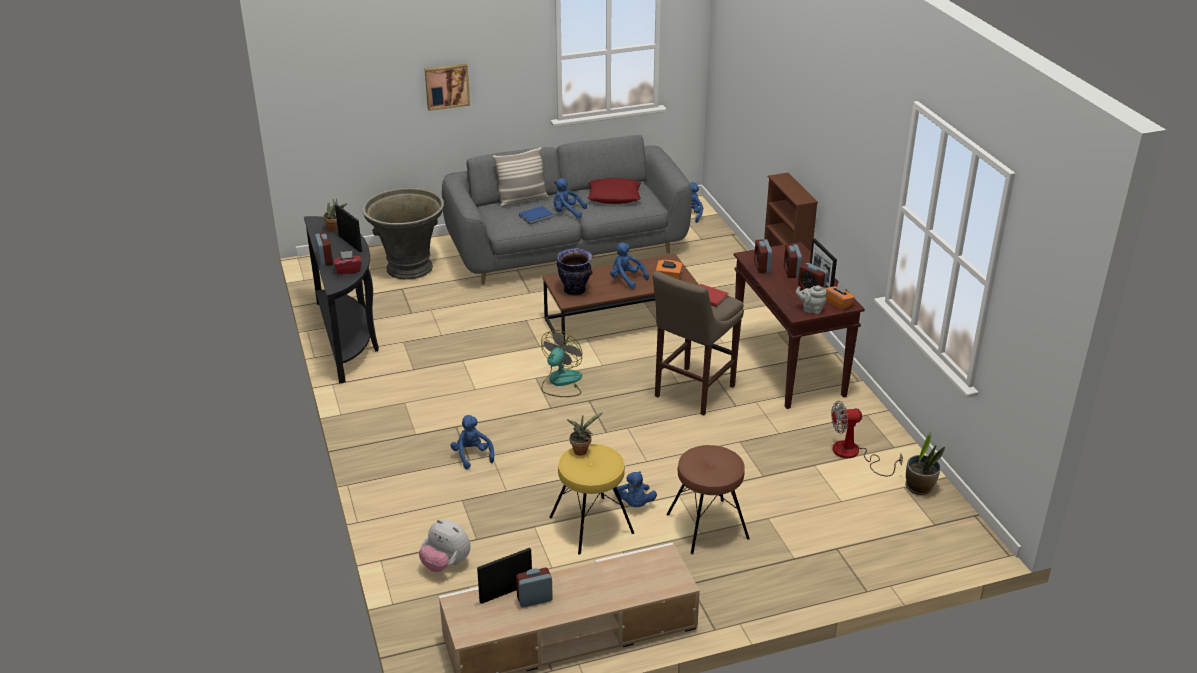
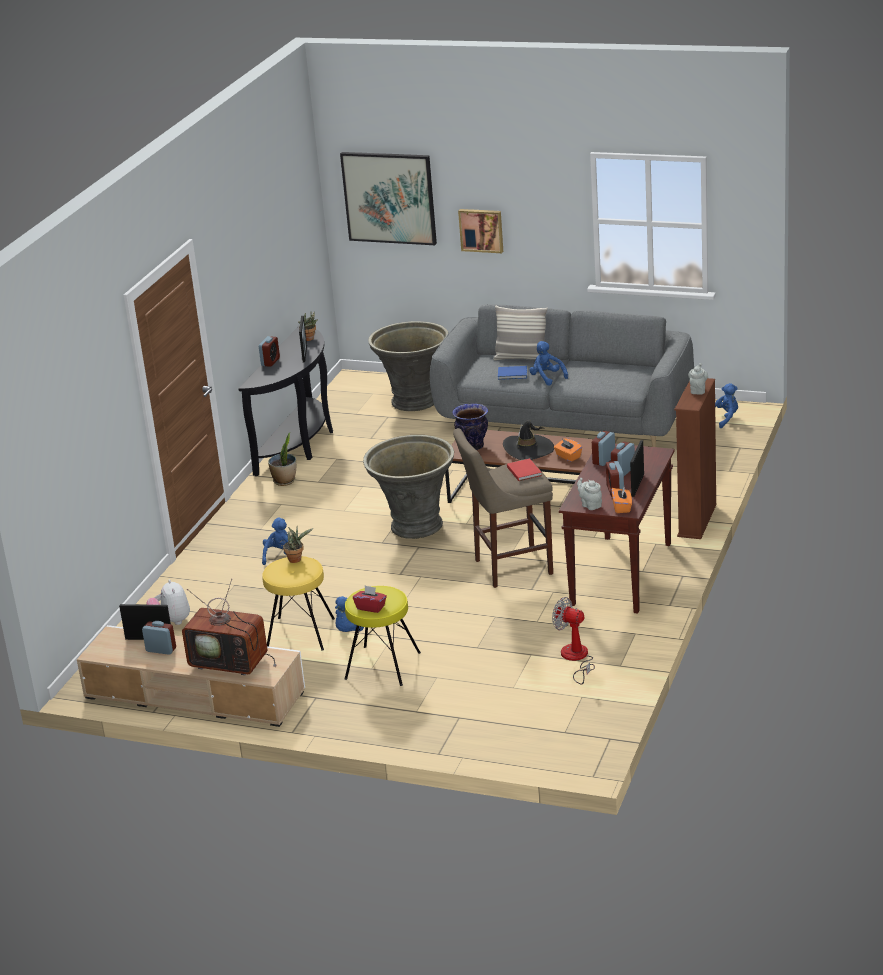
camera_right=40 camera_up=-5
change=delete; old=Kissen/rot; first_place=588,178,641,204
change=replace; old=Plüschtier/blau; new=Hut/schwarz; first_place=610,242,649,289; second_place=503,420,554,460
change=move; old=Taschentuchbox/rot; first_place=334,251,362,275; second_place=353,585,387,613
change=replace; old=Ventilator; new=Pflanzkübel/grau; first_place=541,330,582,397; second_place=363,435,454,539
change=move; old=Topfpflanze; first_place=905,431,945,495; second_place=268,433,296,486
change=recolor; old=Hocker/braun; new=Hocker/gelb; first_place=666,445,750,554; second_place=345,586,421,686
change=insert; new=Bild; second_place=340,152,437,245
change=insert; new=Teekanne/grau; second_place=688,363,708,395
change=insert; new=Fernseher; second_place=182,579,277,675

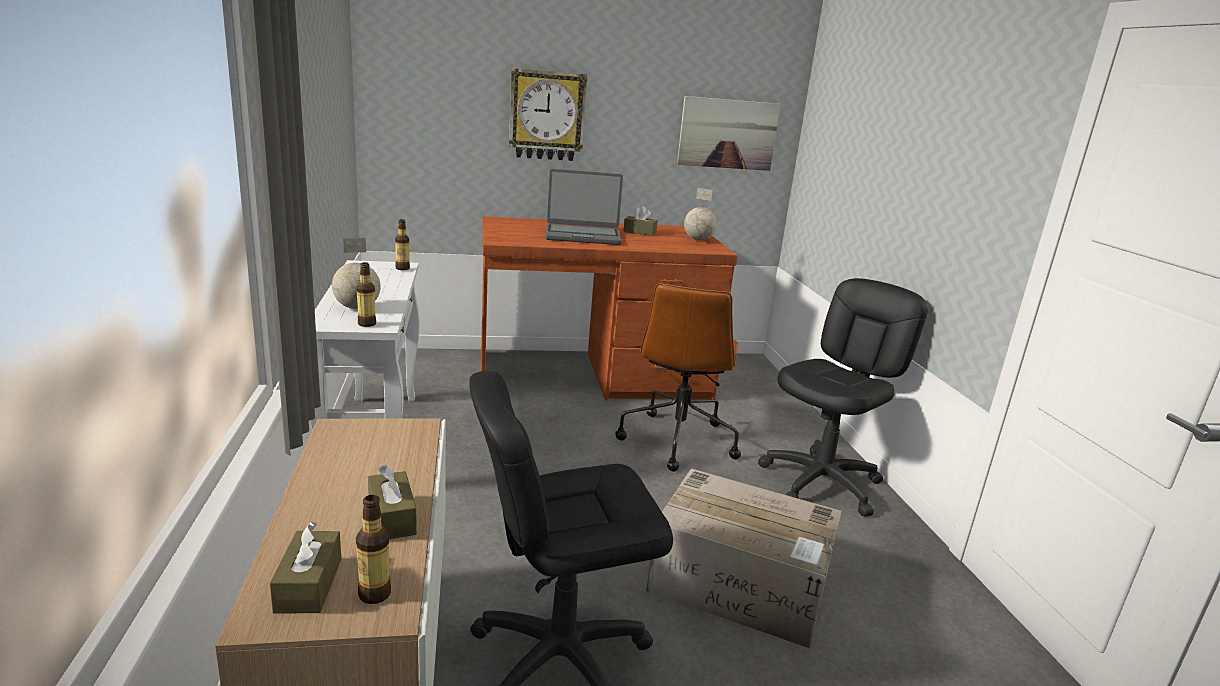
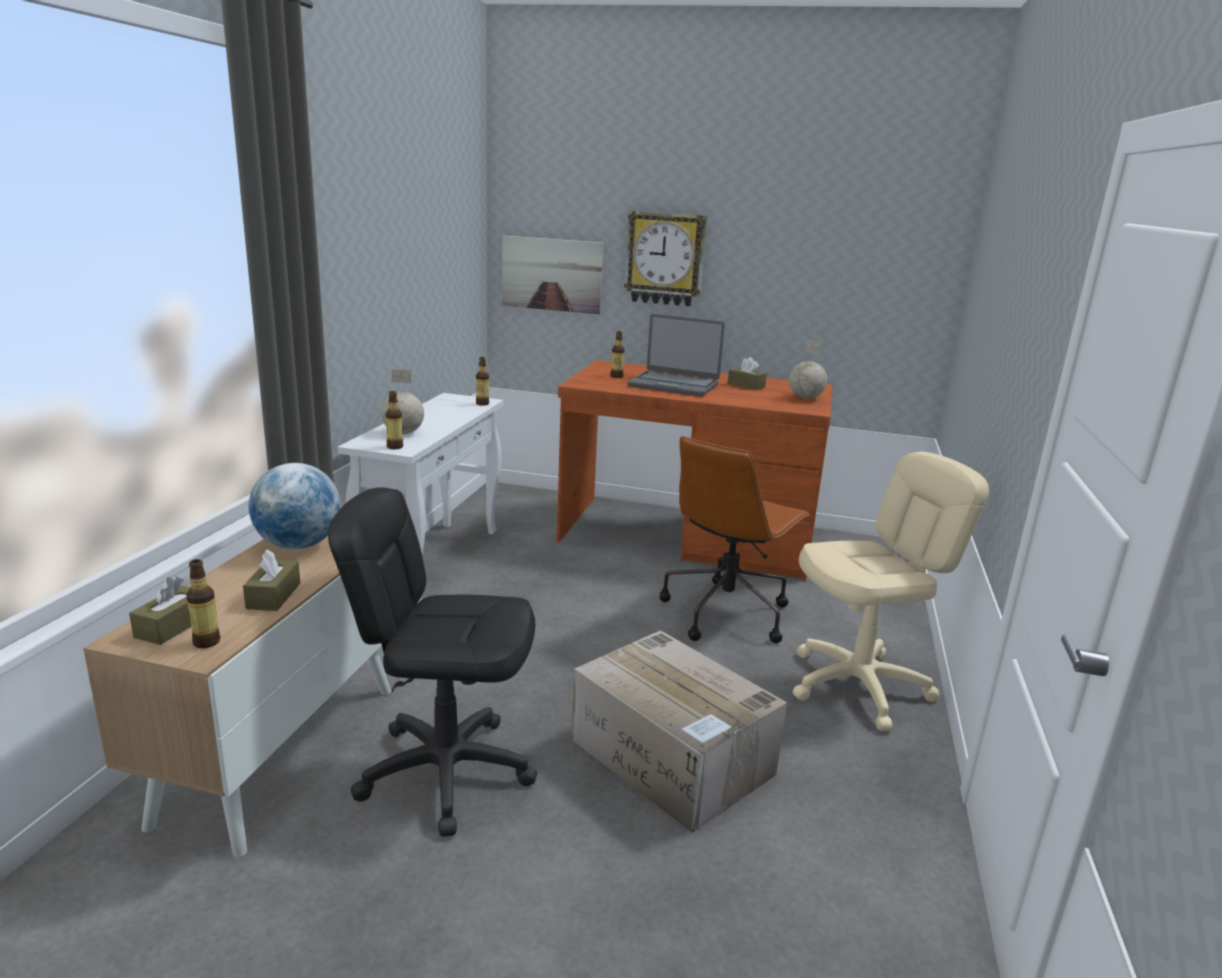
camera_right=25 camera_up=0
change=move; old=Bild; first_place=677,96,780,171; second_place=502,235,603,314
change=recolor; old=Bürostuhl/schwarz; new=Bürostuhl/beige; first_place=758,278,928,517; second_place=793,452,989,731
change=insert; new=Flasche; second_place=611,331,624,378
change=insert; new=Globus; second_place=249,463,340,549

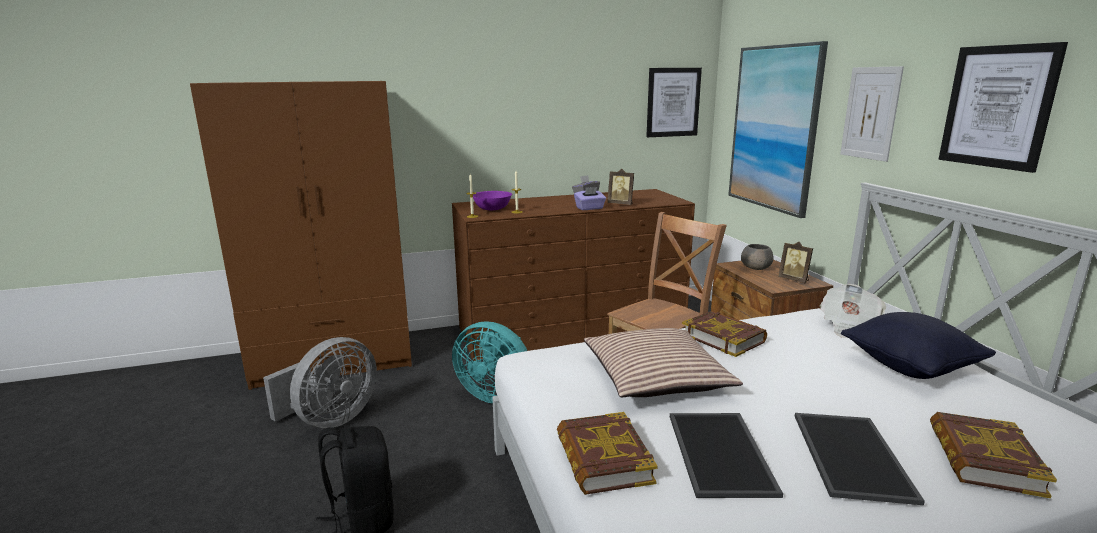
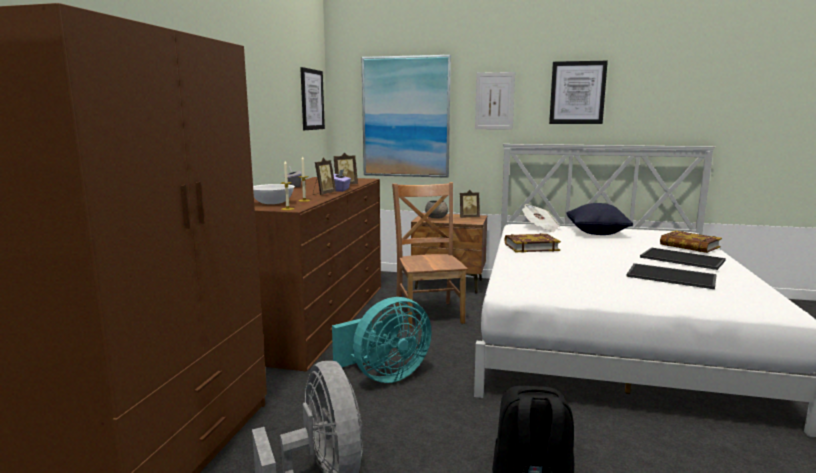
camera_right=-60 camera_up=-5
change=recolor; old=Schüssel/lila; new=Schüssel/weiß; first_place=473,191,512,210; second_place=253,184,295,204
change=delete; old=Kissen; first_place=584,328,743,397
change=delete; old=Buch; first_place=557,412,658,495
change=insert; new=Bilderrahmen; second_place=313,158,336,195

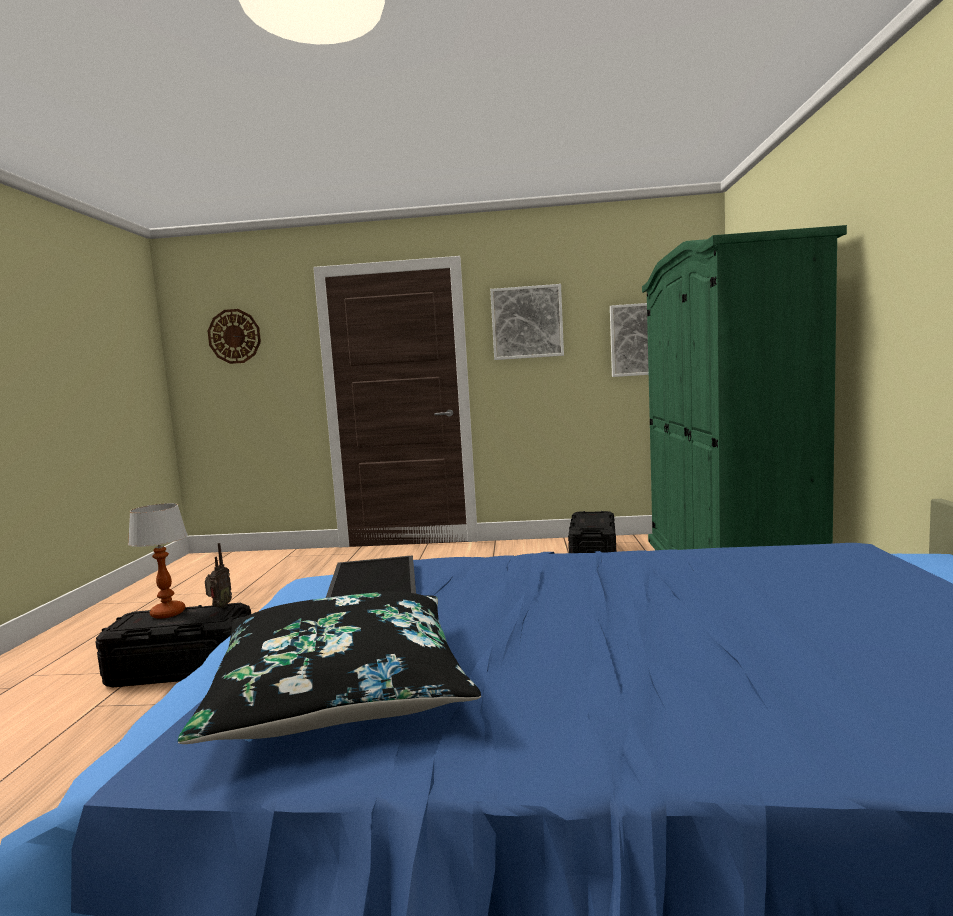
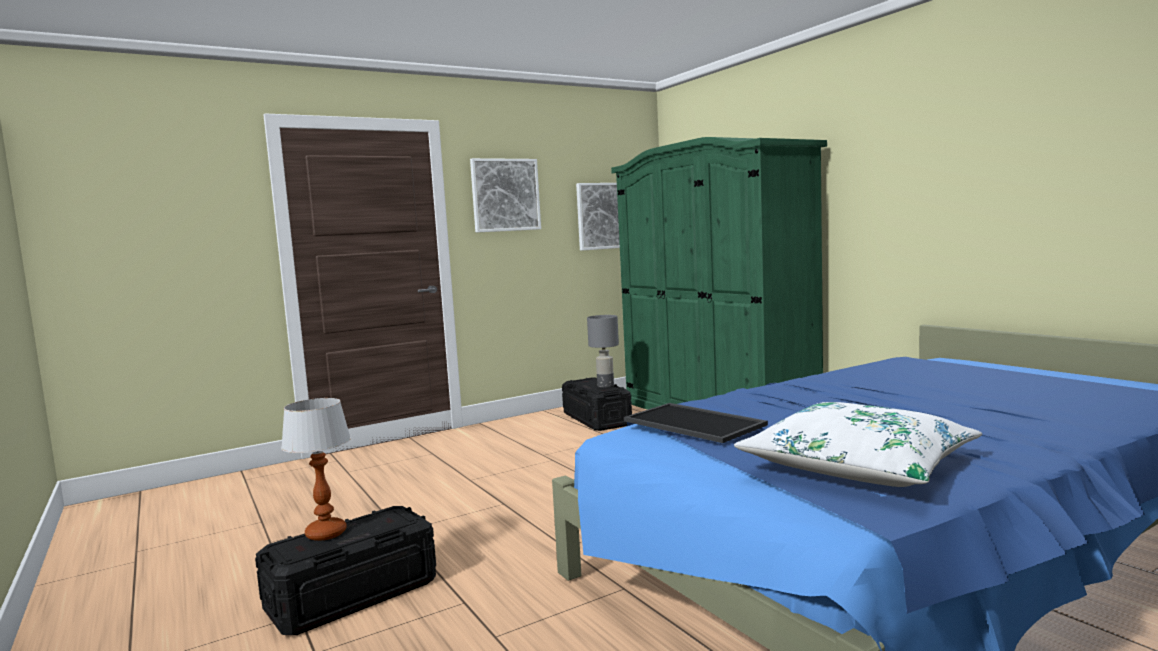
camera_right=-35 camera_up=0
change=delete; old=Wanduhr; first_place=208,309,261,364
change=delete; old=Radio; first_place=205,543,232,608
change=recolor; old=Kissen/schwarz; new=Kissen/weiß; first_place=178,592,481,744; second_place=734,402,982,487
change=insert; new=Tischlampe/grau; second_place=587,315,619,388

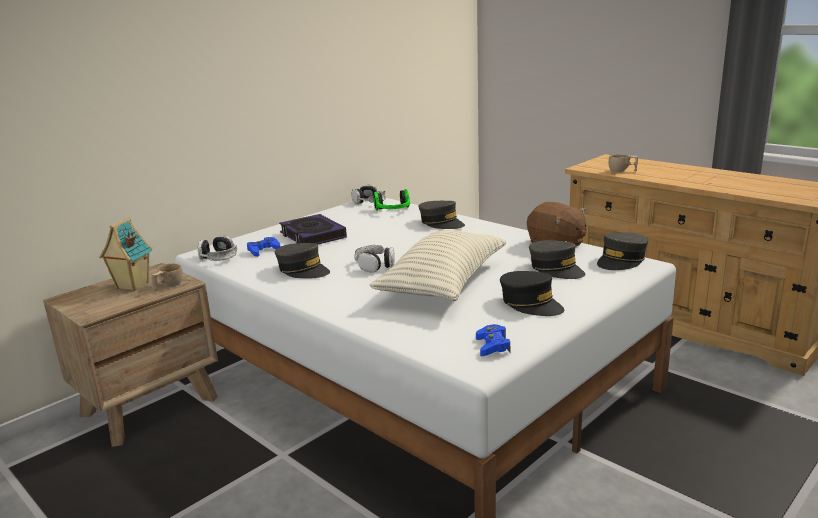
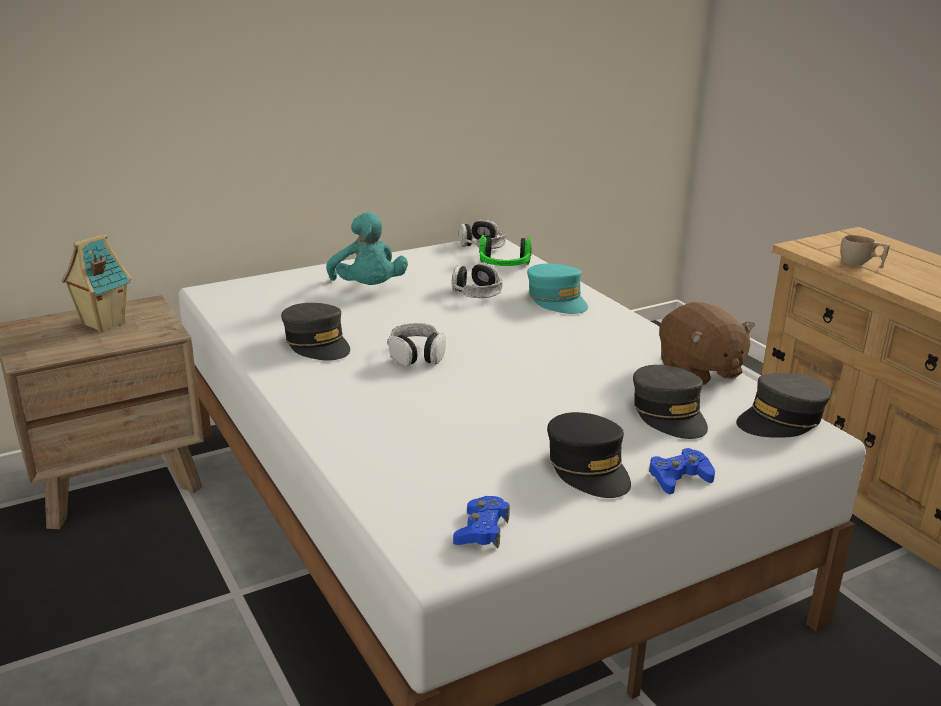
camera_right=15 camera_up=5
change=recolor; old=Kappe/grau; new=Kappe/türkis; first_place=419,201,465,229; second_place=527,264,588,314
change=replace; old=Buch; new=Plüschtier/türkis; first_place=279,214,347,244; second_place=326,212,408,285
change=delete; old=Kissen; first_place=370,230,506,301
change=move; old=Kopfhörer; first_place=198,235,237,261; second_place=452,263,503,298
change=move; old=Gamepad/blau; first_place=247,237,281,257; second_place=649,448,715,494
change=delete; old=Tasse/beige; first_place=151,263,183,291

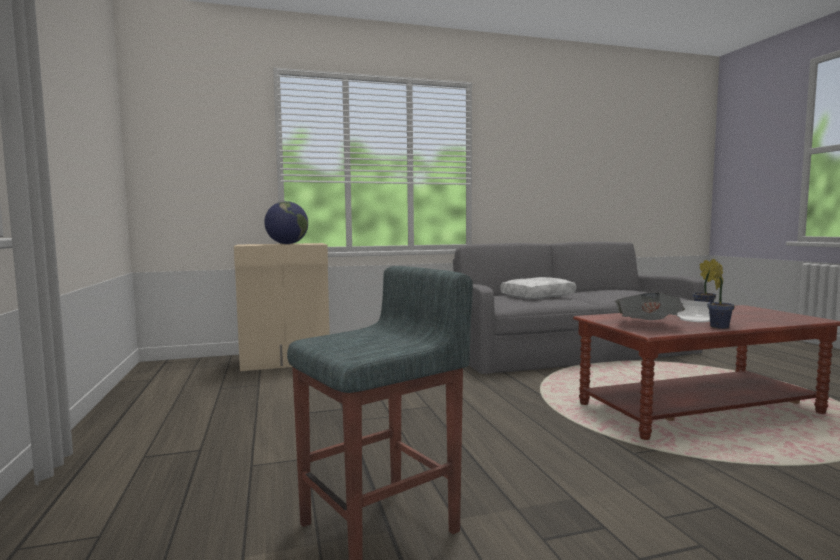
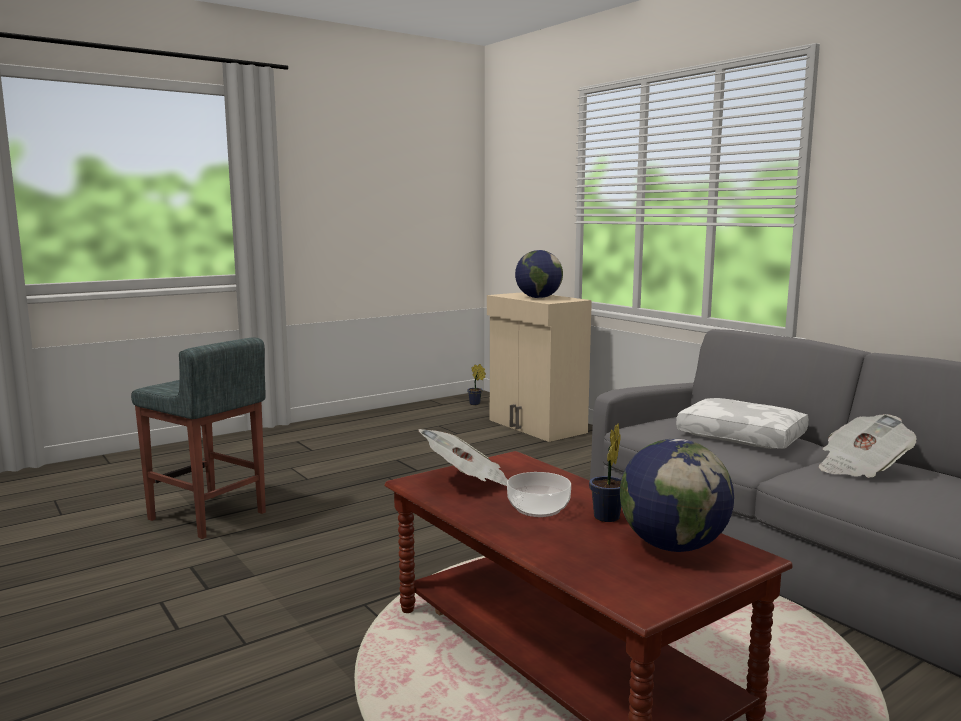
camera_right=70 camera_up=5
change=move; old=Topfpflanze; first_place=707,263,735,329; second_place=467,364,486,405
change=insert; new=Zeitung; second_place=818,414,917,478
change=insert; new=Globus; second_place=620,439,734,552

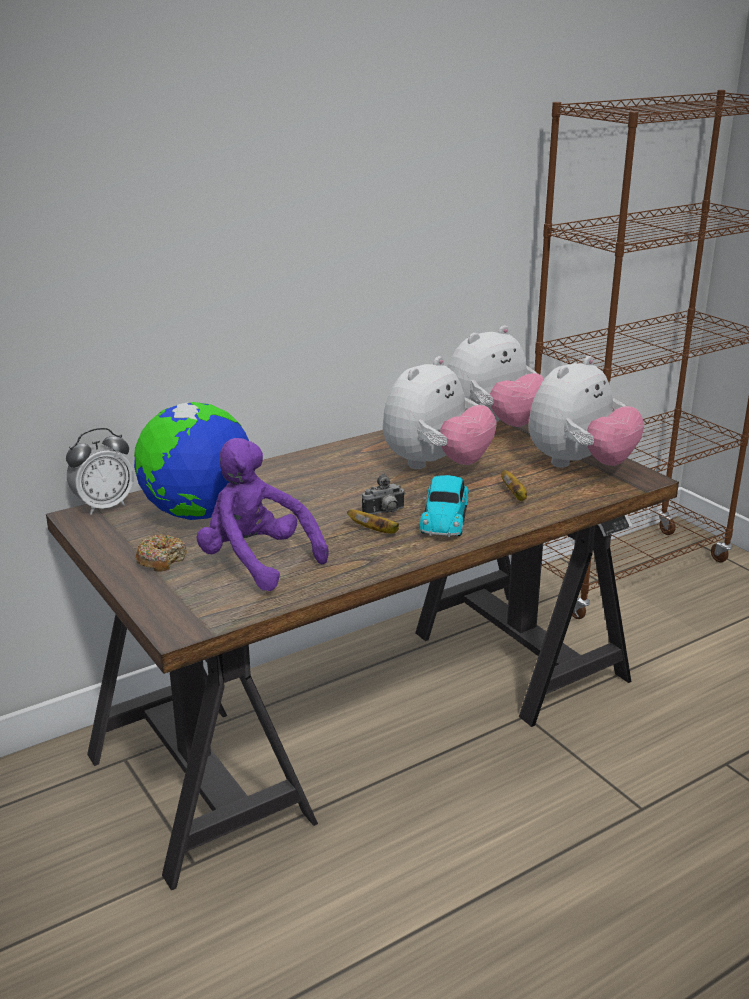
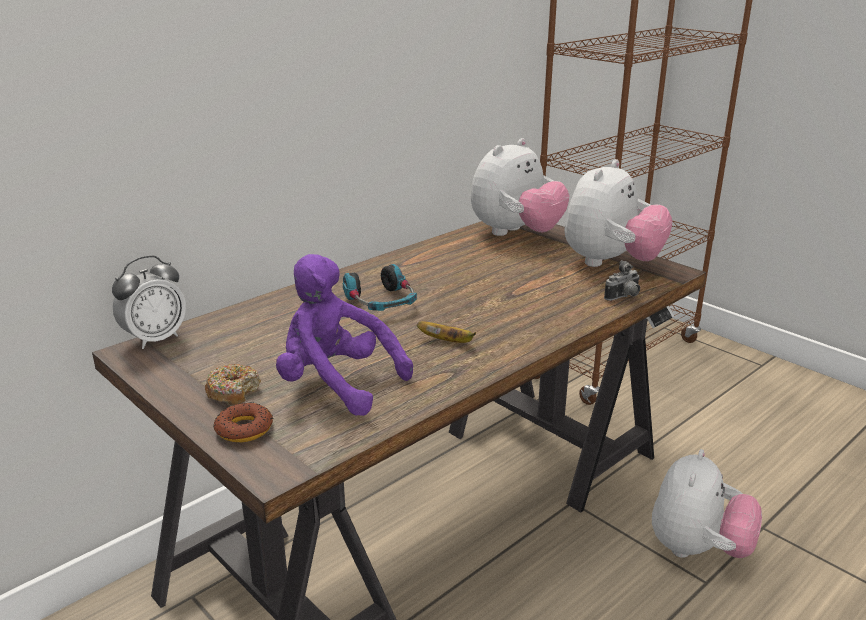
camera_right=-10 camera_up=0
change=move; old=Plüschtier; first_place=383,356,497,469; second_place=652,449,762,558
change=delete; old=Globus; first_place=134,402,249,520
change=delete; old=Banane; first_place=501,470,527,501
change=move; old=Kamera; first_place=362,473,405,514; second_place=604,260,640,301
change=delete; old=Spielzeugauto; first_place=420,475,469,537
change=insert; new=Kopfhörer; second_place=343,264,417,311
change=insert; new=Donut; second_place=214,402,273,442

